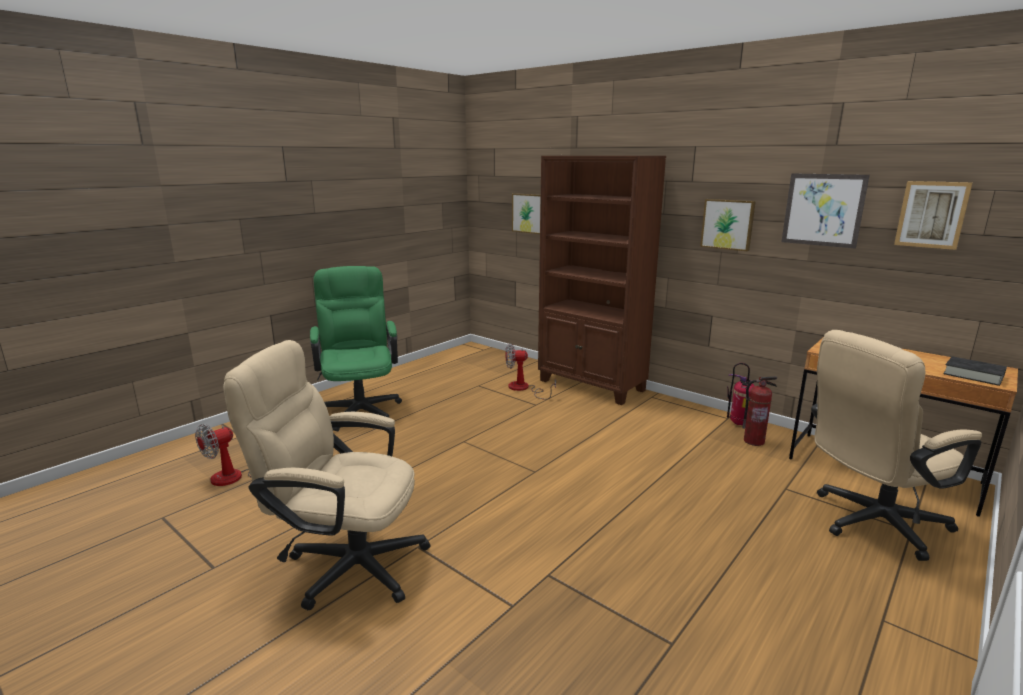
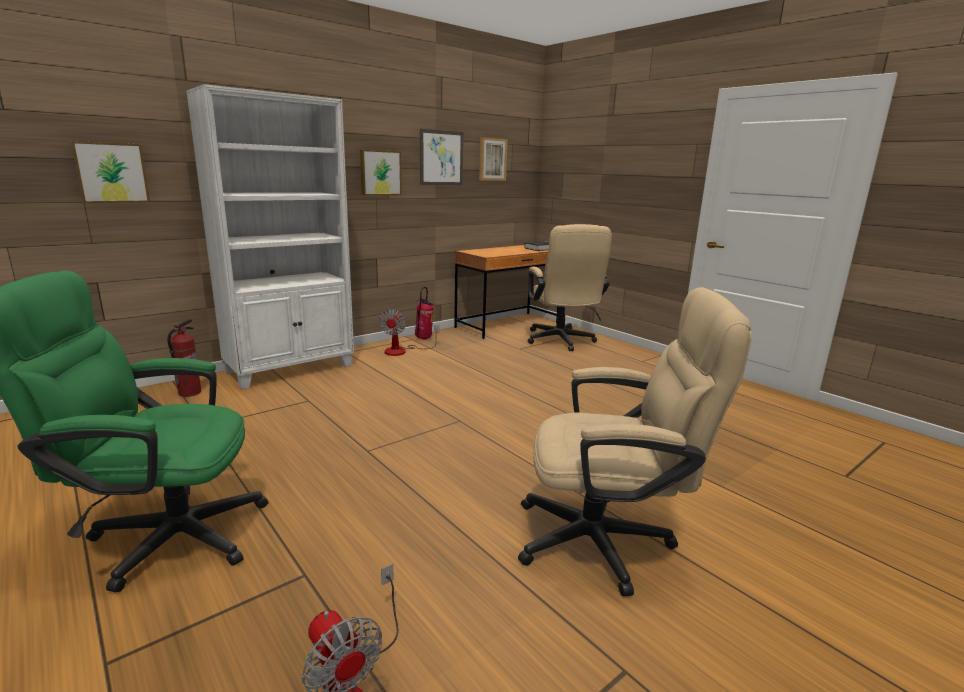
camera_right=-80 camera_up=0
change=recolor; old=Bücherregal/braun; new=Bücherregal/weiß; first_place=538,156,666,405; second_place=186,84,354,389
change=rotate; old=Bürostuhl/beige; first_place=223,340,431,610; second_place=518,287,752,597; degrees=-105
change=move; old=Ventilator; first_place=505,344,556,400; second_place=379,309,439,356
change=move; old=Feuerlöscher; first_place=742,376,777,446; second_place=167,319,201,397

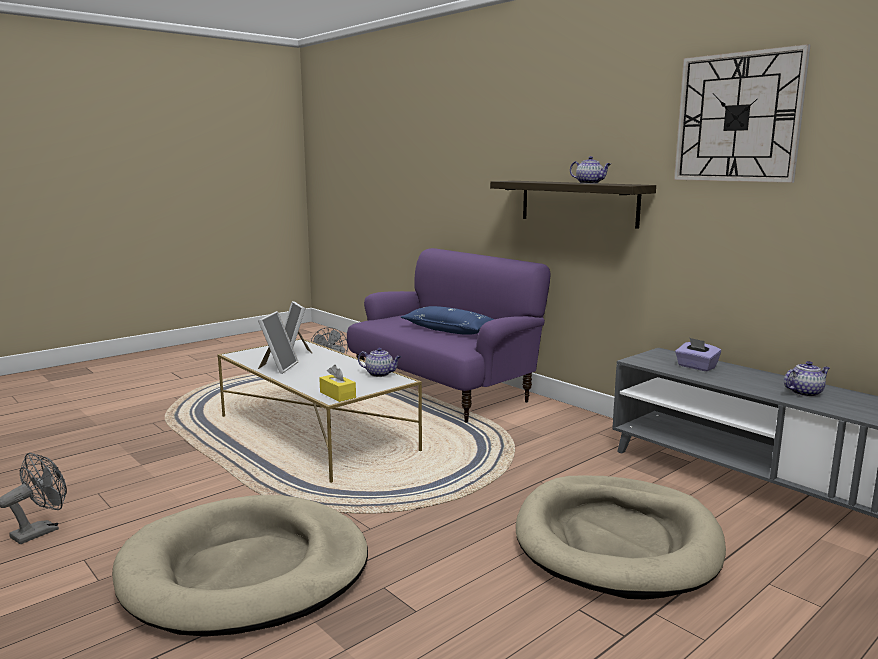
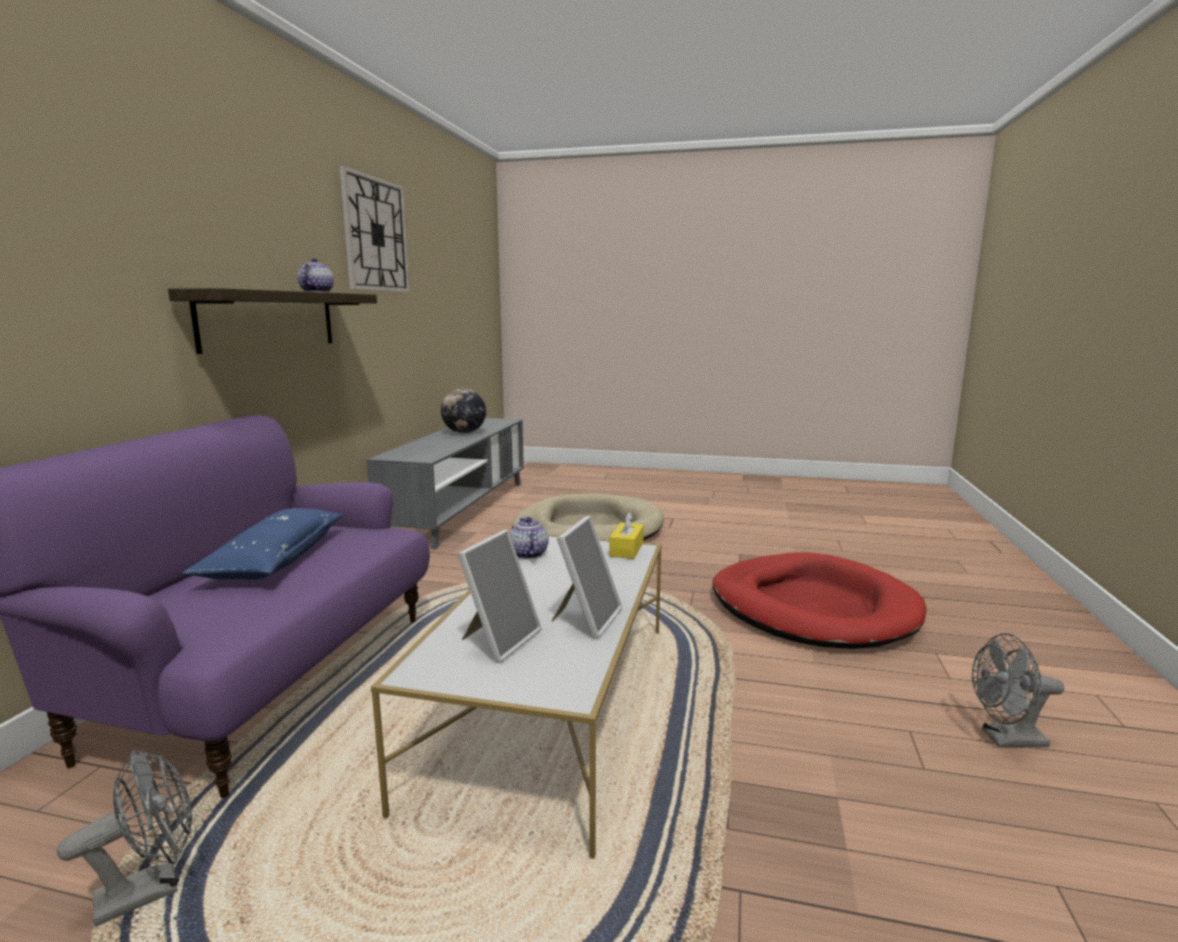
camera_right=-125 camera_up=0
change=rotate; old=Bilderrahmen; first_place=258,311,298,374; second_place=551,516,622,639; degrees=135
change=delete; old=Taschentuchbox/lila; first_place=675,338,721,371
change=replace; old=Teekanne; new=Globus; first_place=784,361,830,397; second_place=441,388,486,433
change=recolor; old=Hundebett/beige; new=Hundebett/rot; first_place=112,495,368,637; second_place=712,552,927,649

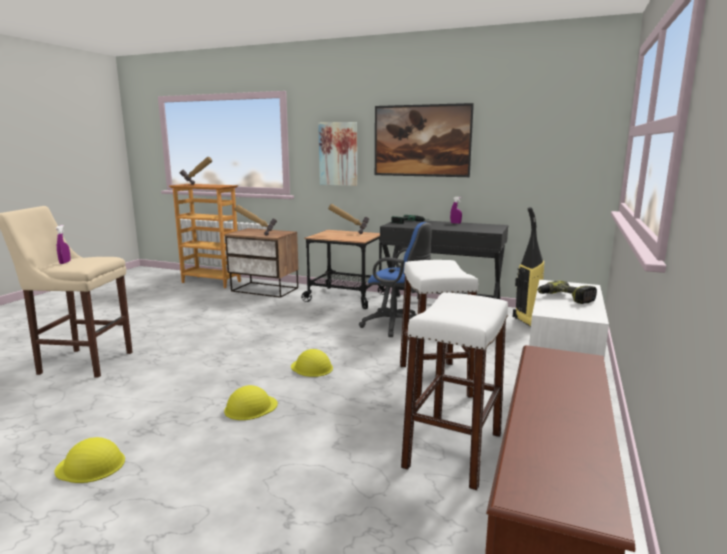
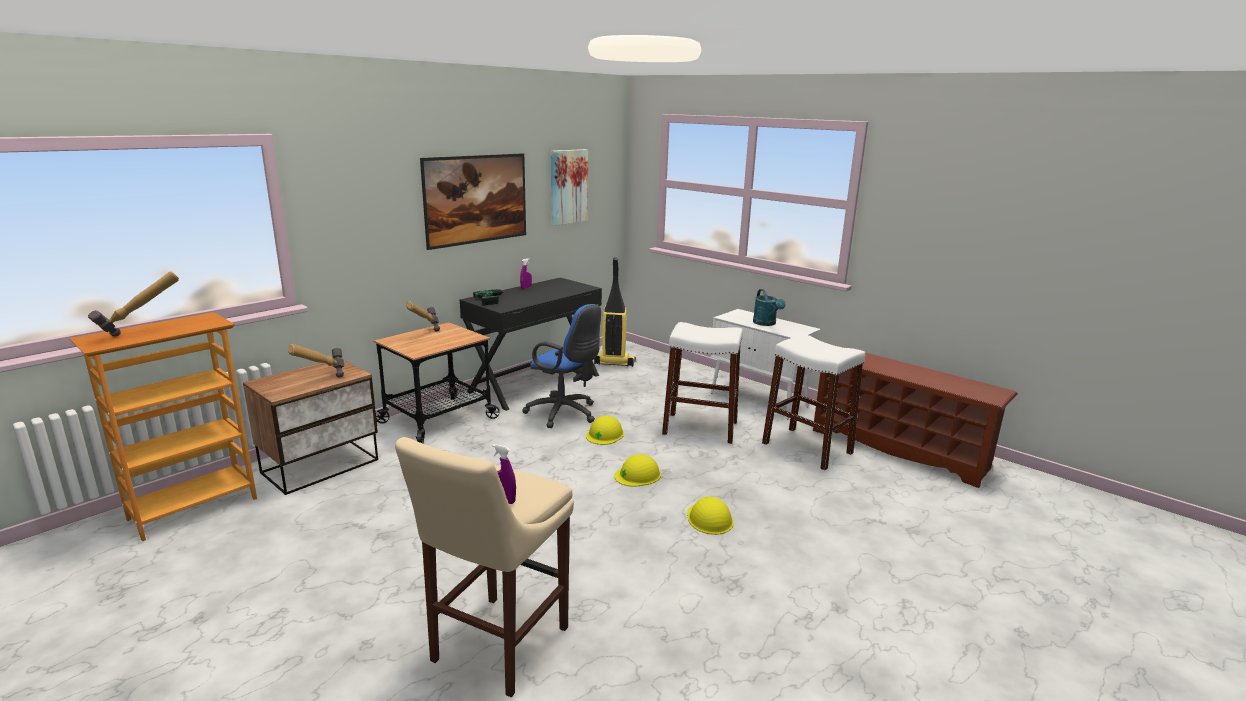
camera_right=-70 camera_up=5
change=move; old=Bild; first_place=318,122,357,186; second_place=551,149,588,226
change=rotate; old=Bürostuhl/blau; first_place=359,222,432,337; second_place=522,304,601,428; degrees=75
change=replace; old=Bohrmaschine; new=Gießkanne/türkis; first_place=538,281,597,304; second_place=753,289,786,326
change=move; old=Schutzhelm/gelb; first_place=54,437,125,483; second_place=586,415,624,445

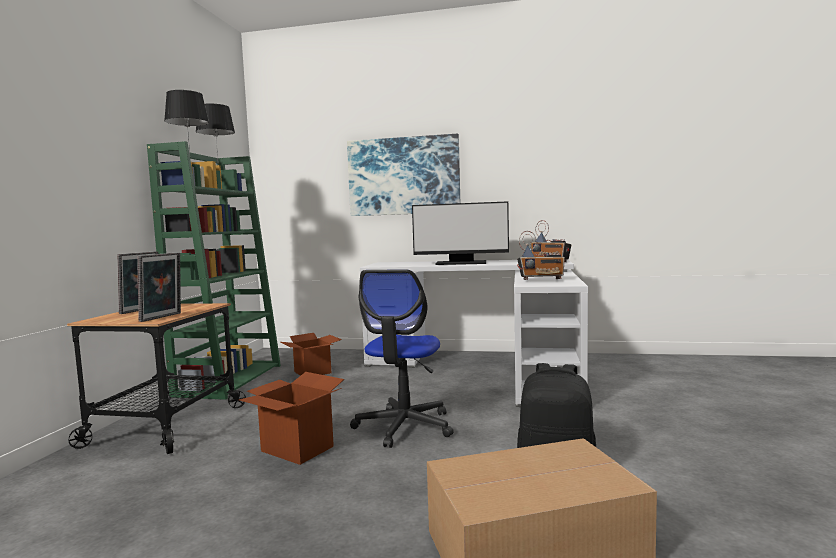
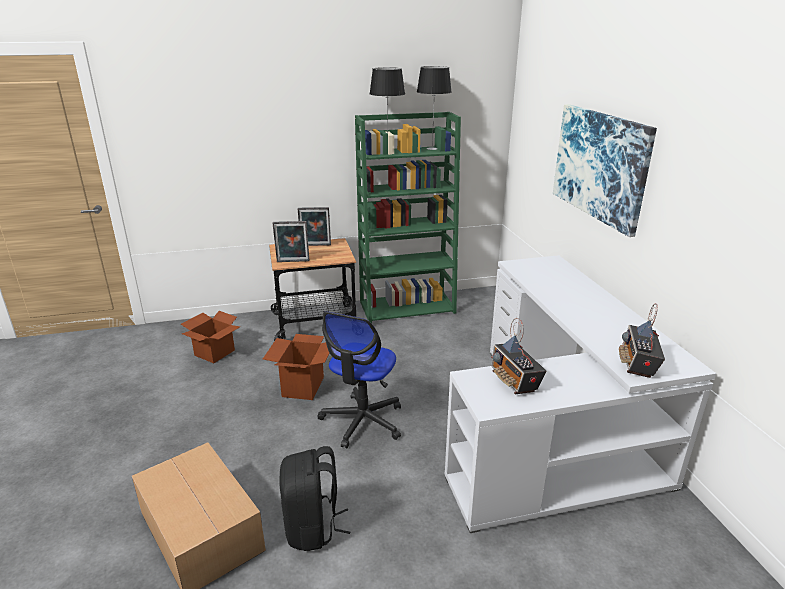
camera_right=65 camera_up=20
change=delete; old=Monitor; first_place=412,201,509,265
change=rotate; old=Bürostuhl; first_place=350,270,454,448; second_place=317,311,401,448; degrees=-60
change=move; old=Karton; first_place=281,333,342,376; second_place=181,311,240,363

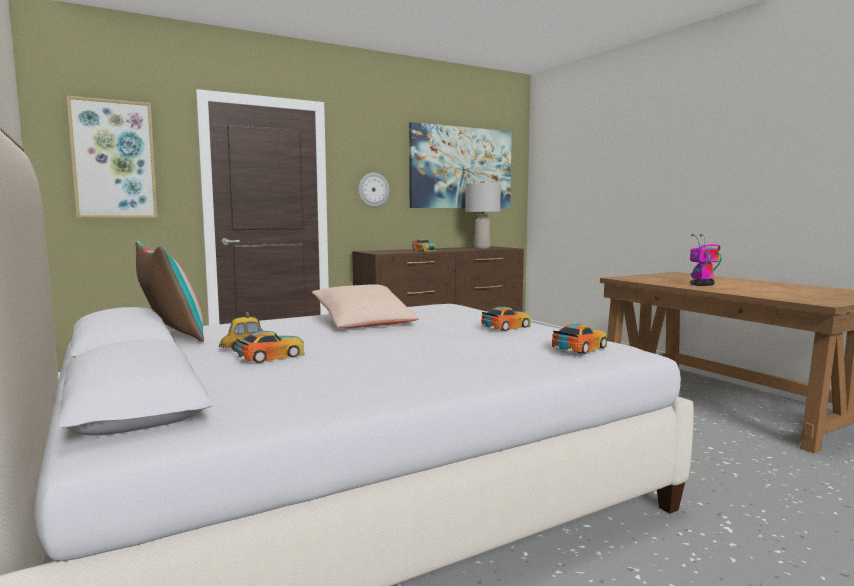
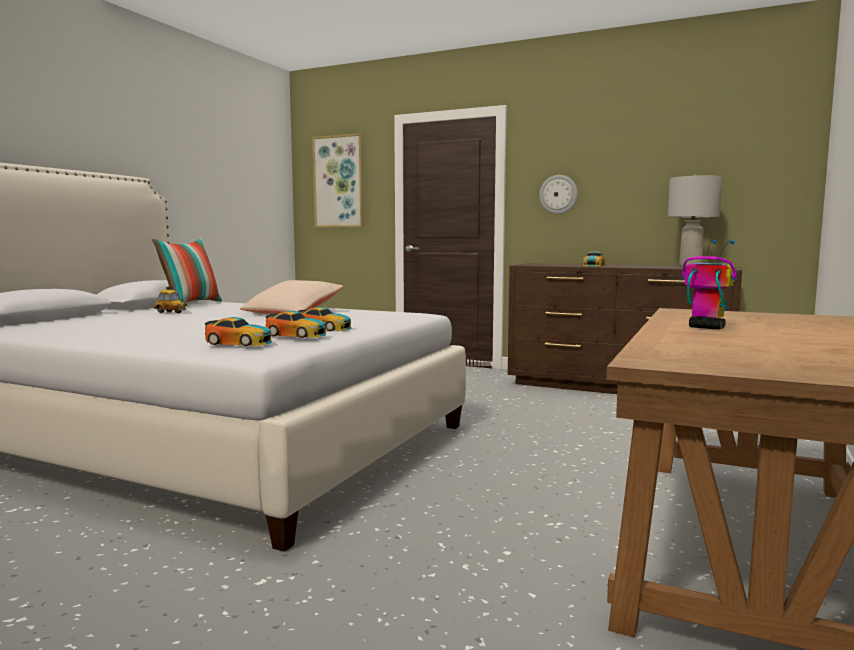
camera_right=55 camera_up=0
change=delete; old=Bild; first_place=409,122,512,209
change=move; old=Spielzeugauto; first_place=236,331,304,363; second_place=266,311,326,338

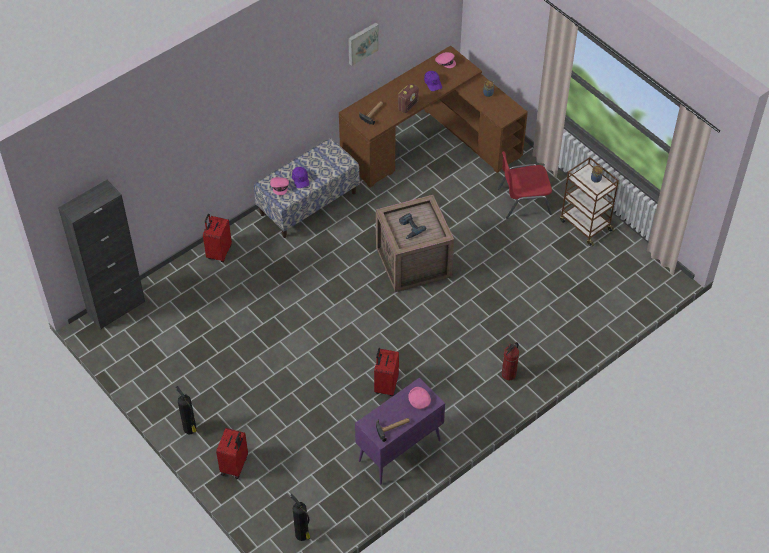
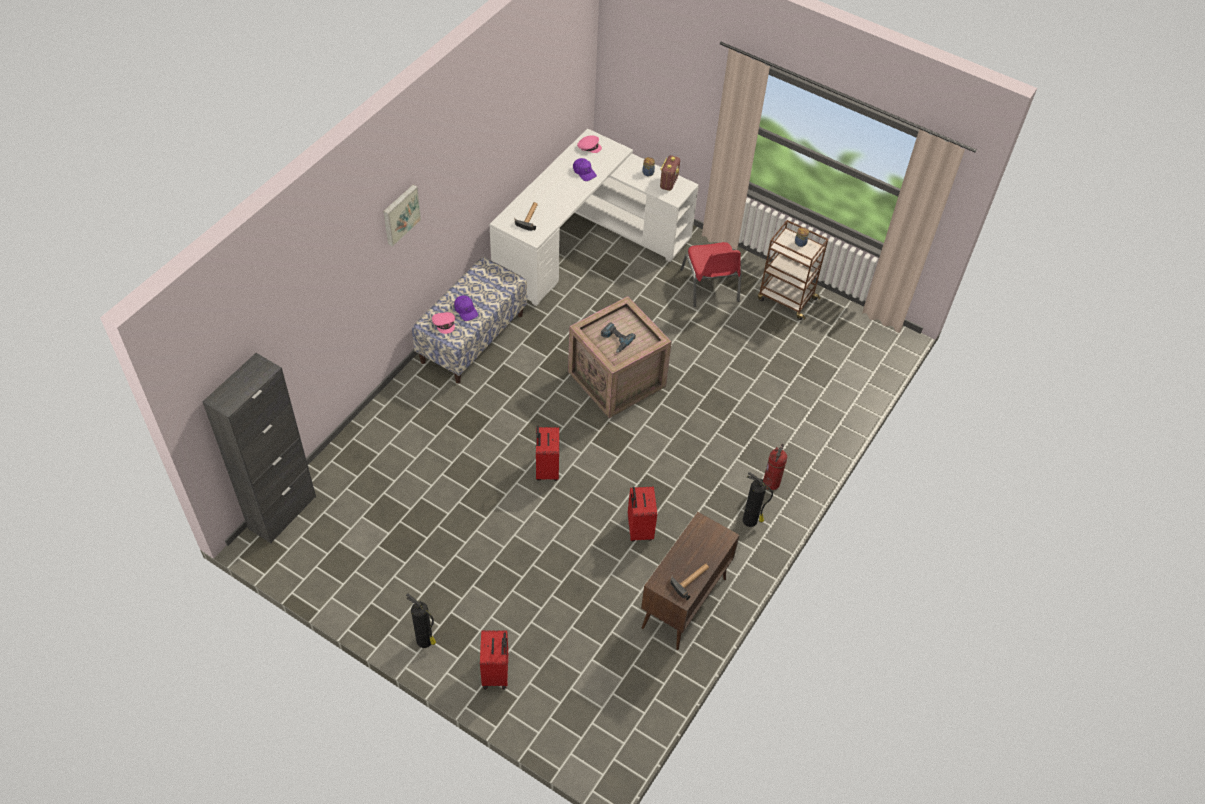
camera_right=-20 camera_up=0
change=move; old=Bild; first_place=348,23,379,66; second_place=383,185,421,247
change=recolor; old=Schreibtisch/braun; new=Schreibtisch/weiß; first_place=339,45,528,188; second_place=489,128,699,306
change=move; old=Radio; first_place=398,83,419,113; second_place=660,155,680,191
change=rotate; old=Stuhl/rot; first_place=498,151,552,219; second_place=680,242,742,307; degrees=-75
change=move; old=Koffer/rot; first_place=203,214,232,262; second_place=536,426,559,481
change=recolor; old=Schrank/lila; new=Schrank/braun; first_place=355,378,445,484; second_place=641,512,739,650
change=delete; old=Kappe/rosa; first_place=408,387,431,409
change=move; old=Feuerlöscher; first_place=290,494,311,541; second_place=743,472,773,527

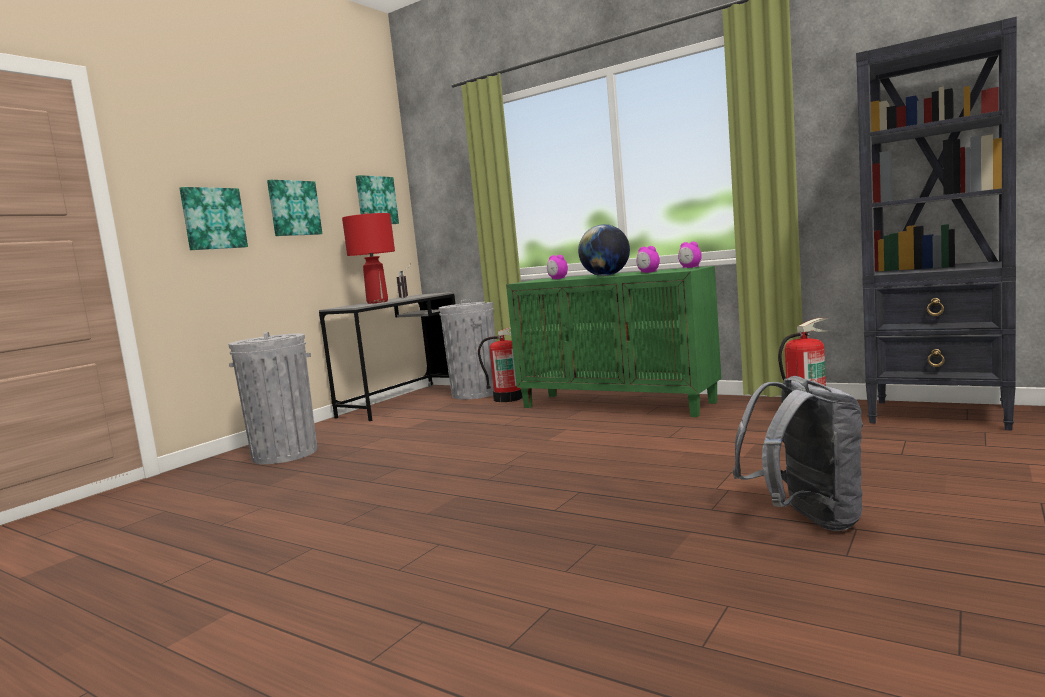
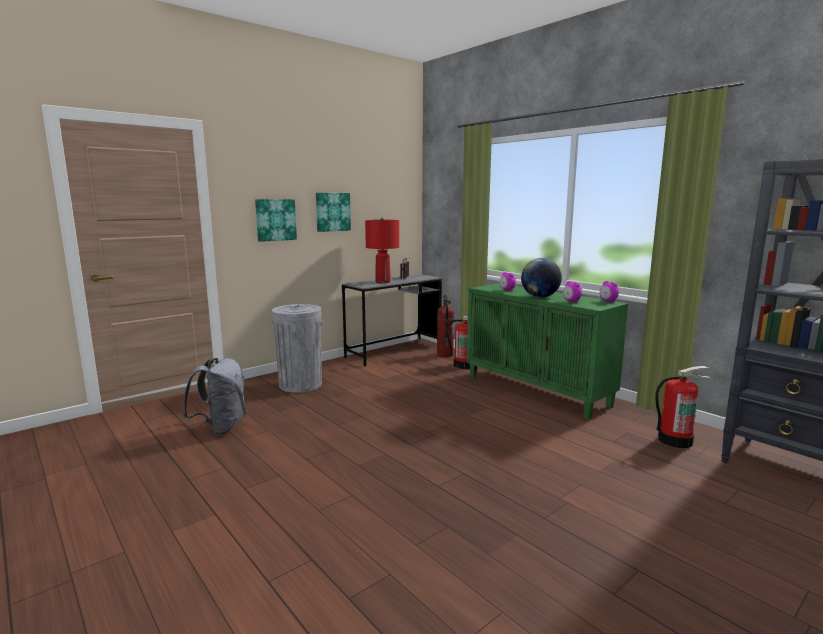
camera_right=15 camera_up=5
change=delete; old=Bild; first_place=356,175,399,224
change=replace; old=Mülleimer/grau; new=Feuerlöscher; first_place=439,299,496,399; second_place=437,295,454,357
change=move; old=Rucksack/grau; first_place=733,376,863,531; second_place=182,358,246,435

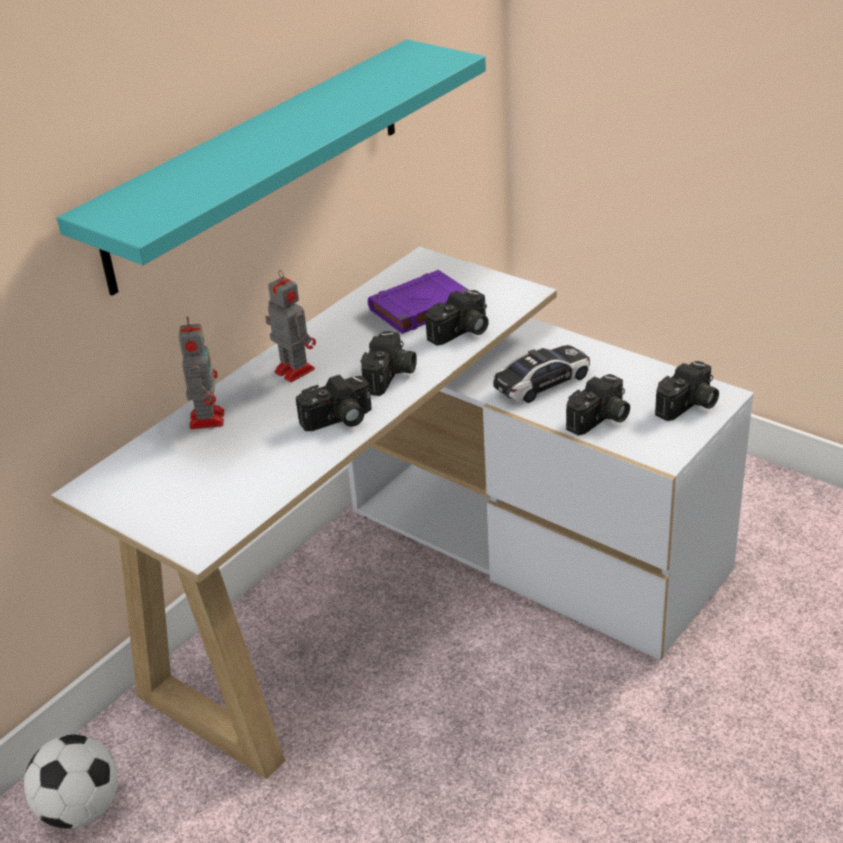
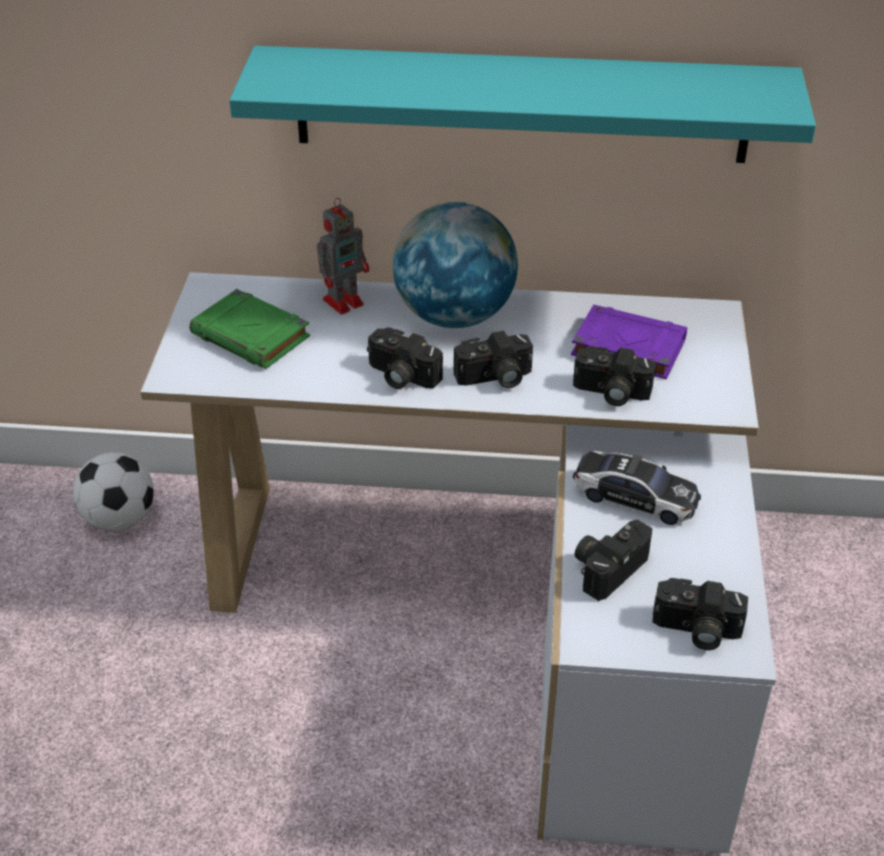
camera_right=55 camera_up=5
change=replace; old=Spielzeugroboter; new=Globus; first_place=265,270,316,382; second_place=392,202,518,328
change=rotate; old=Kamera; first_place=566,374,630,436; second_place=575,520,652,601; degrees=120
change=insert; new=Buch/grün; second_place=189,289,310,369

